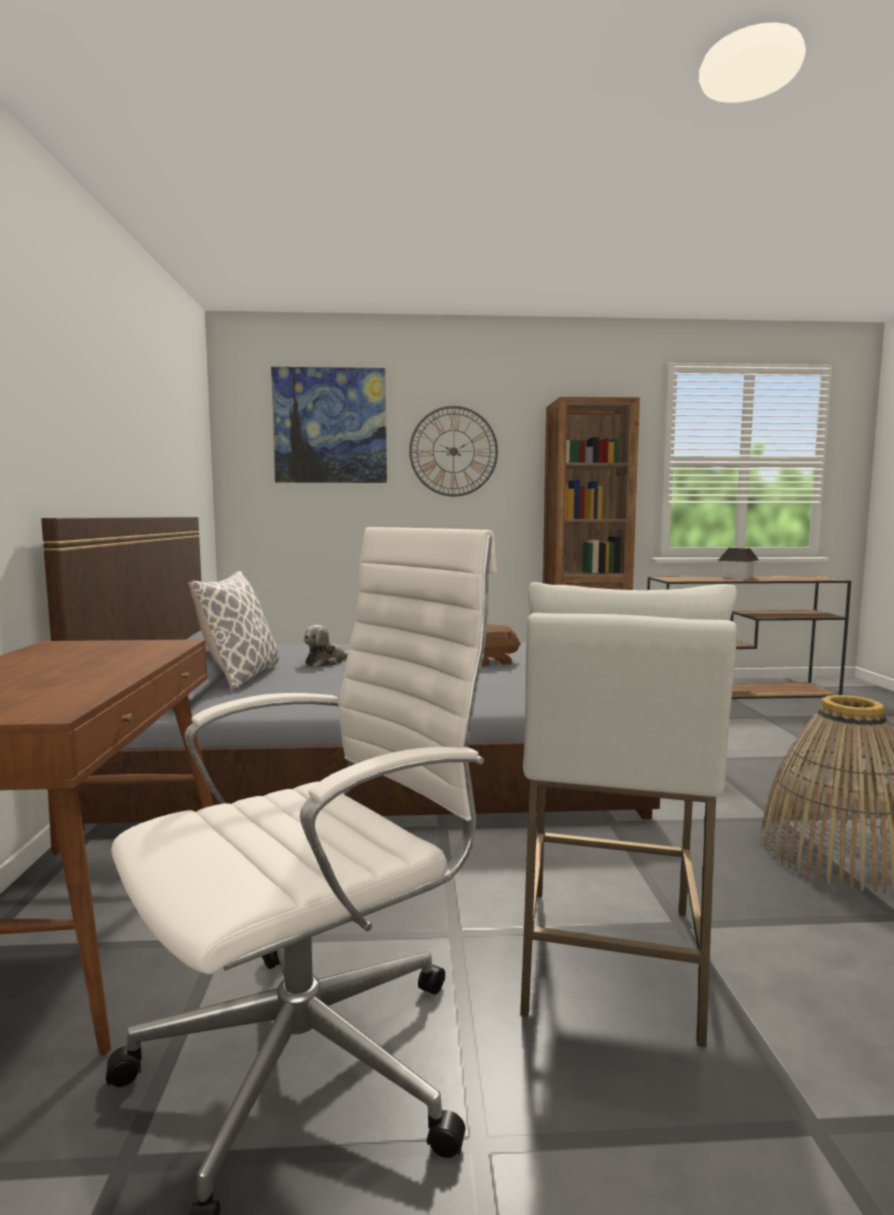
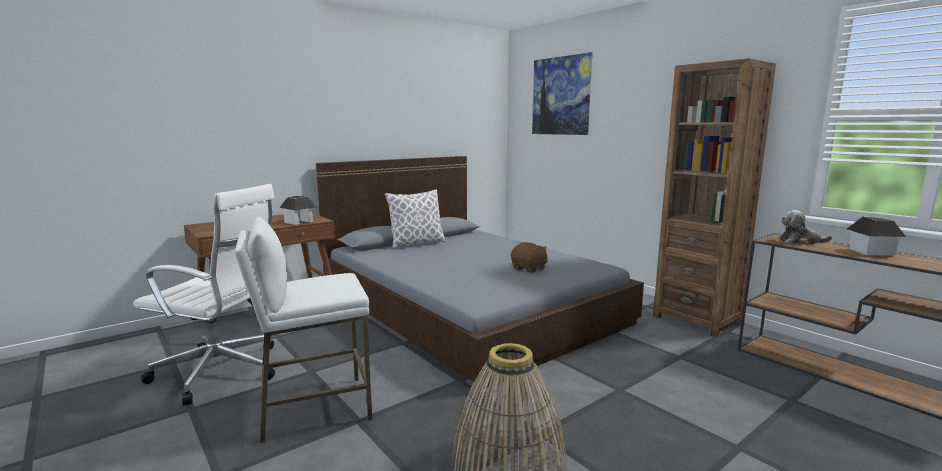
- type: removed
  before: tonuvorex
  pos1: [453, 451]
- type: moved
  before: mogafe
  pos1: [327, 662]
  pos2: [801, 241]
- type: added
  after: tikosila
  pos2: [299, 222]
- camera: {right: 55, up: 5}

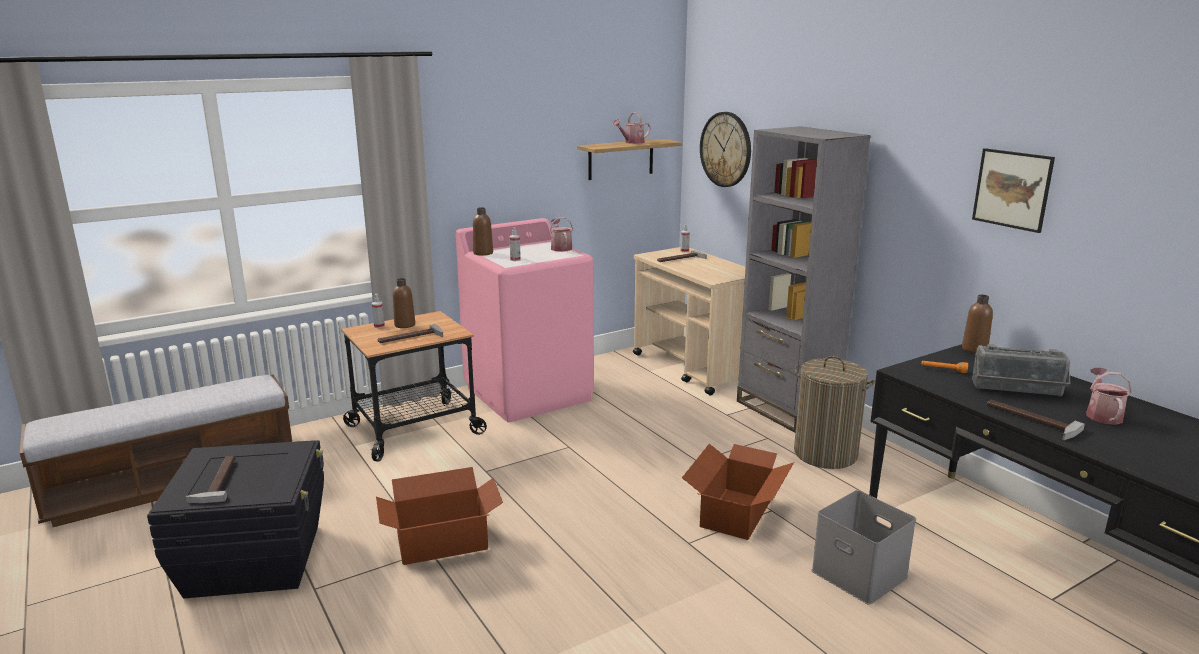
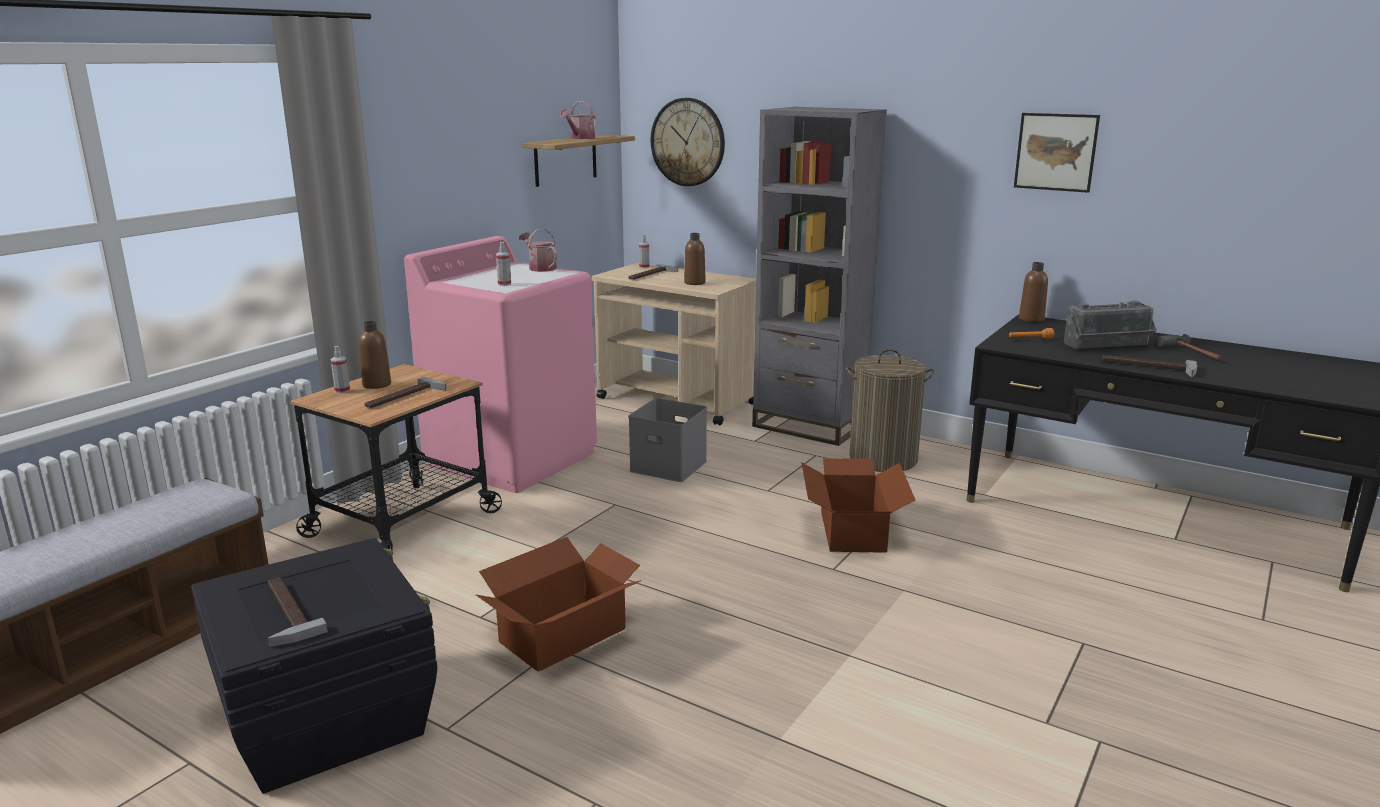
- type: moved
  before: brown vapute
  pos1: [483, 253]
  pos2: [694, 283]
- type: replaced
  before: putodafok
  after: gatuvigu
  pos1: [1102, 414]
  pos2: [1192, 354]
- type: moved
  before: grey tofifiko
  pos1: [856, 574]
  pos2: [666, 466]
- camera: {right: -25, up: 0}

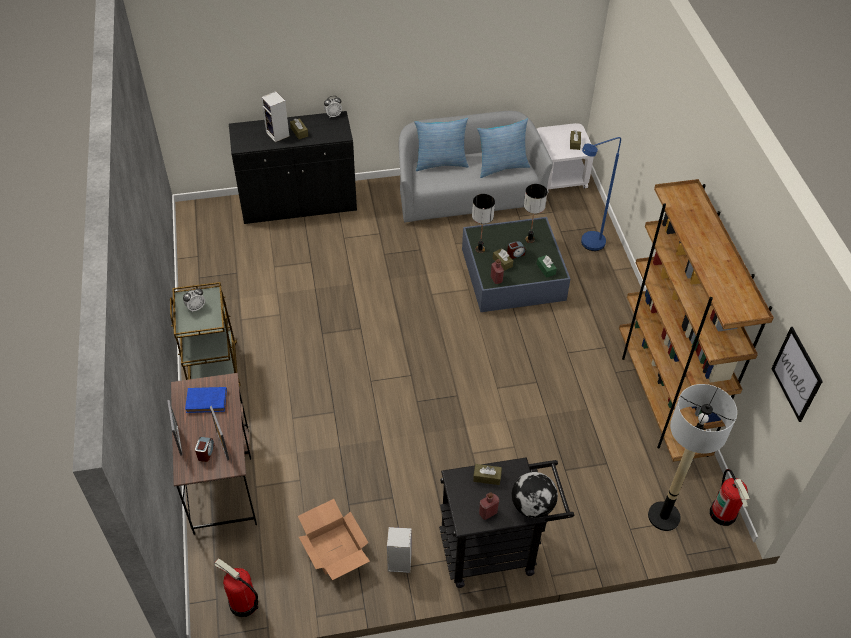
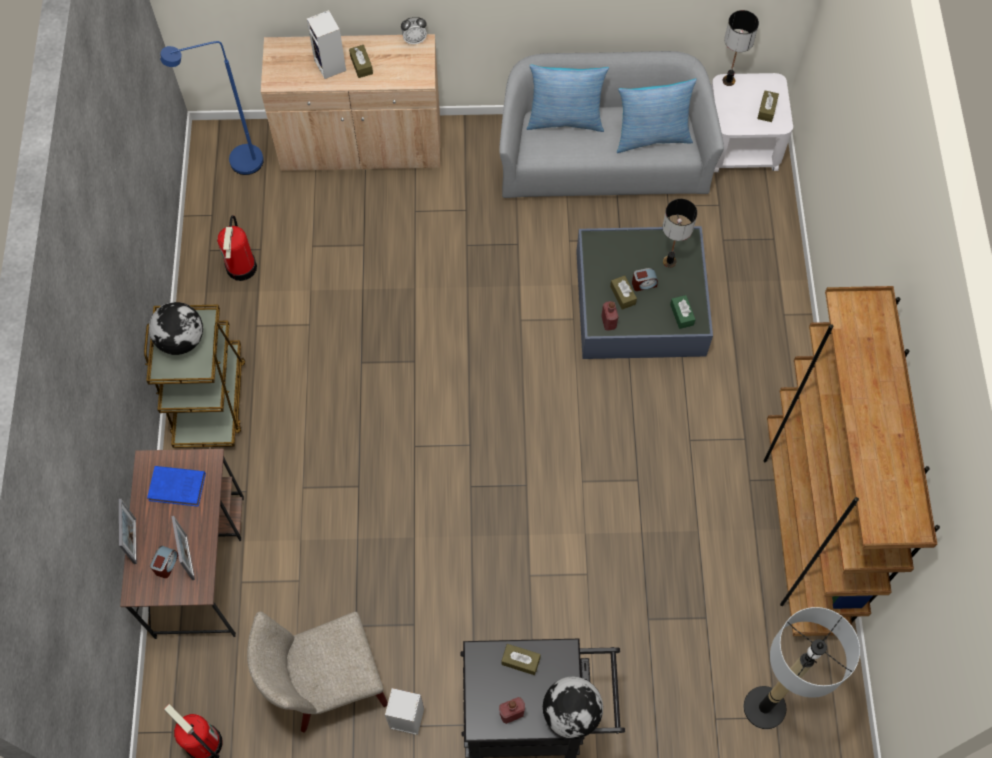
- type: recoloured
  before: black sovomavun
  after: beige sovomavun
  pos1: [298, 204]
  pos2: [361, 145]
- type: moved
  before: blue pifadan
  pos1: [587, 245]
  pos2: [237, 164]
- type: moved
  before: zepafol
  pos1: [480, 249]
  pos2: [728, 81]
- type: replaced
  before: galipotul
  after: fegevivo
  pos1: [196, 307]
  pos2: [181, 339]
- type: removed
  before: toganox
  pos1: [796, 374]
- type: moved
  before: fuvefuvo
  pos1: [723, 514]
  pos2: [242, 267]
- type: replaced
  before: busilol
  after: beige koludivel
  pos1: [333, 548]
  pos2: [326, 685]
- camera: {right: 10, up: 15}

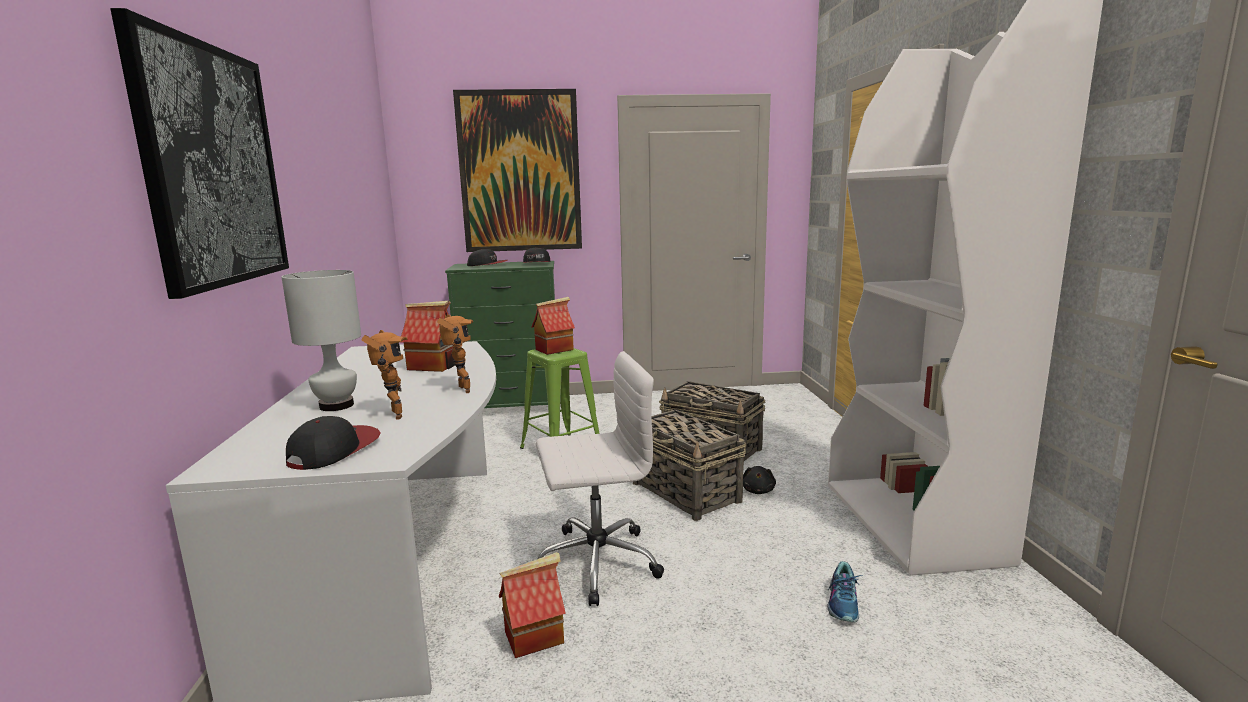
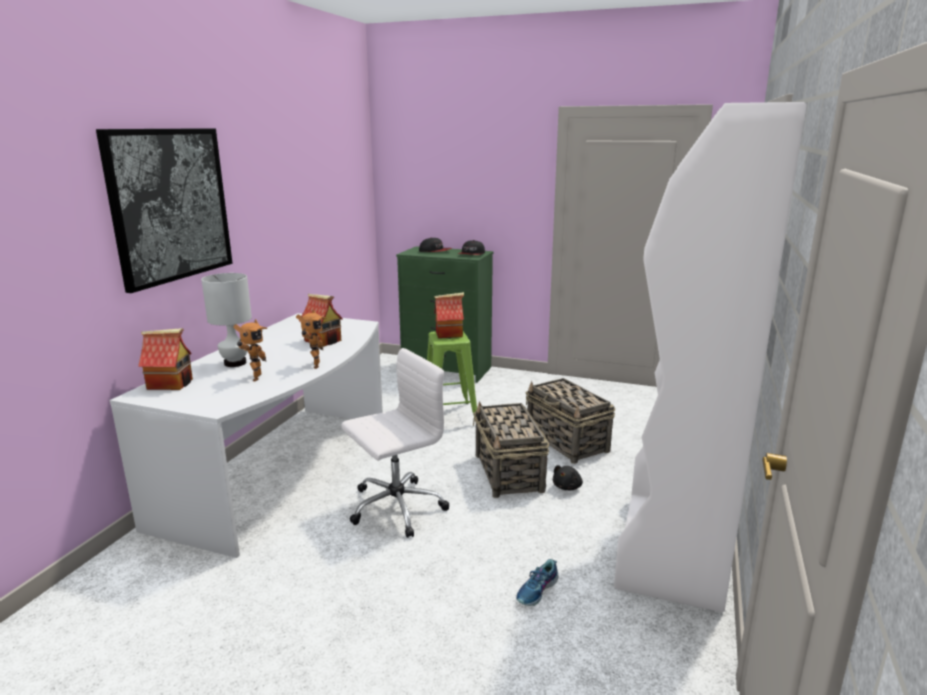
- type: removed
  before: toganox
  pos1: [520, 172]
- type: turned
  before: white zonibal
  pos1: [595, 562]
  pos2: [395, 508]
  turn: -45
- type: removed
  before: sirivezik
  pos1: [334, 450]
- type: moved
  before: tikosila
  pos1: [535, 636]
  pos2: [171, 383]
- camera: {right: 25, up: 5}

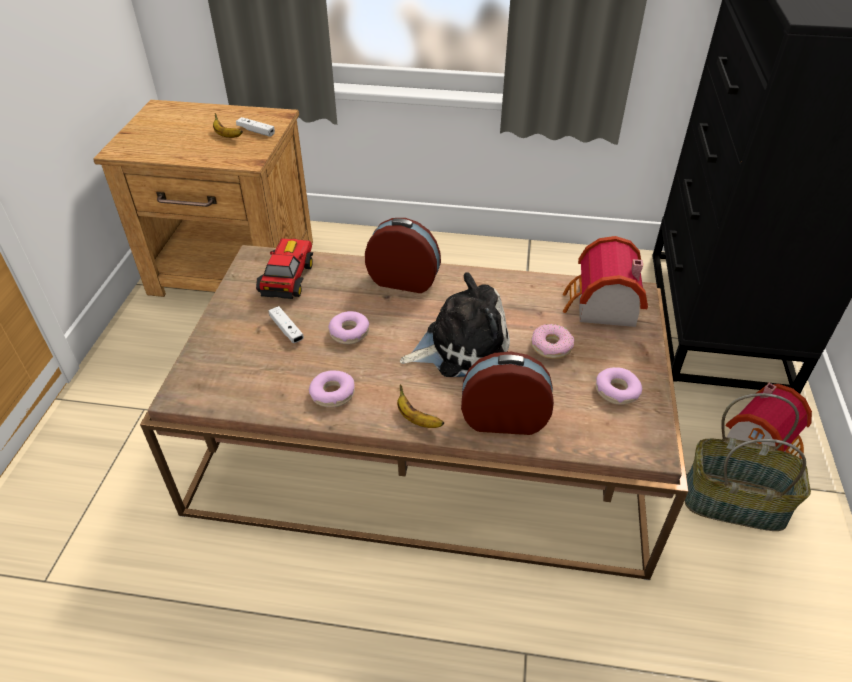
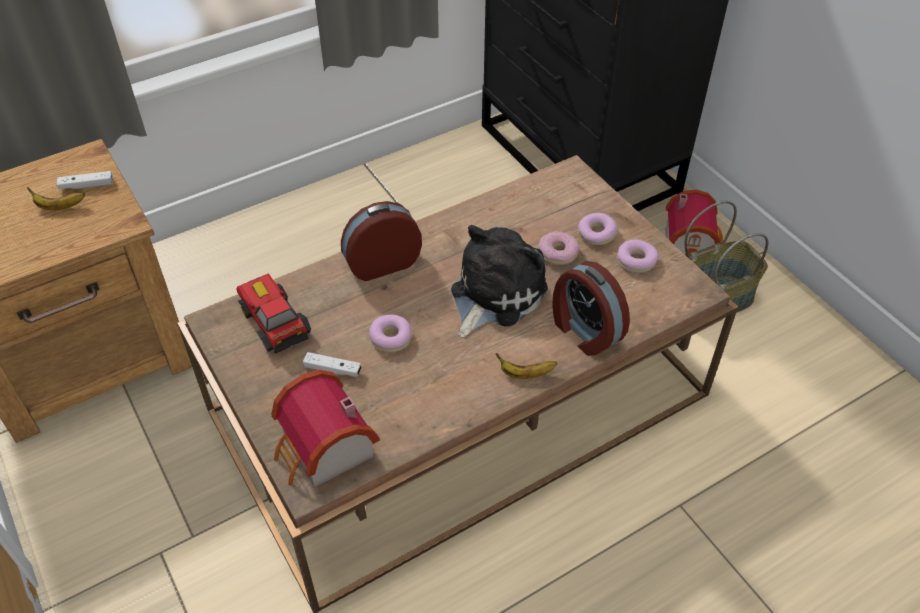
- type: moved
  before: tikosila
  pos1: [601, 307]
  pos2: [324, 452]
- type: turned
  before: galipotul
  pos1: [504, 418]
  pos2: [584, 331]
  turn: -90
- type: moved
  before: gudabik
  pos1: [332, 394]
  pos2: [596, 234]
- camera: {right: -40, up: 5}

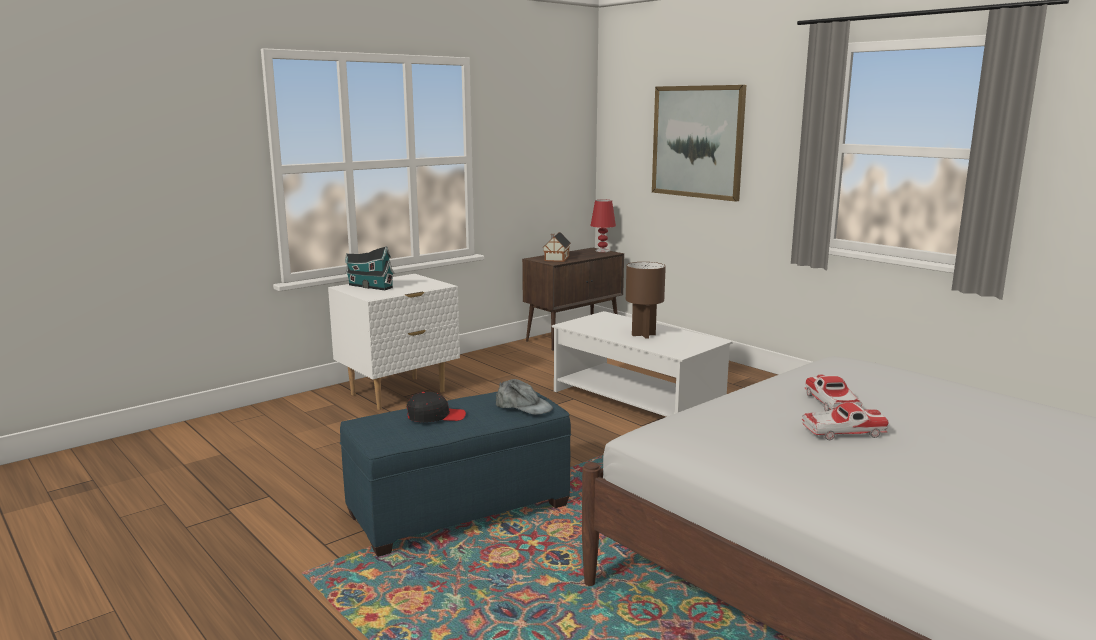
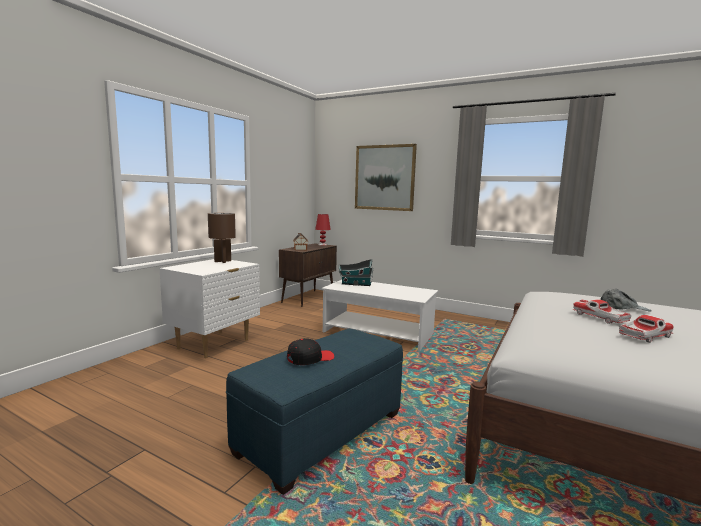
- type: moved
  before: tikosila
  pos1: [369, 286]
  pos2: [355, 284]
- type: moved
  before: brown zepafol
  pos1: [644, 335]
  pos2: [223, 261]
- type: moved
  before: grey sirivezik
  pos1: [523, 406]
  pos2: [623, 308]
- camera: {right: -20, up: -5}

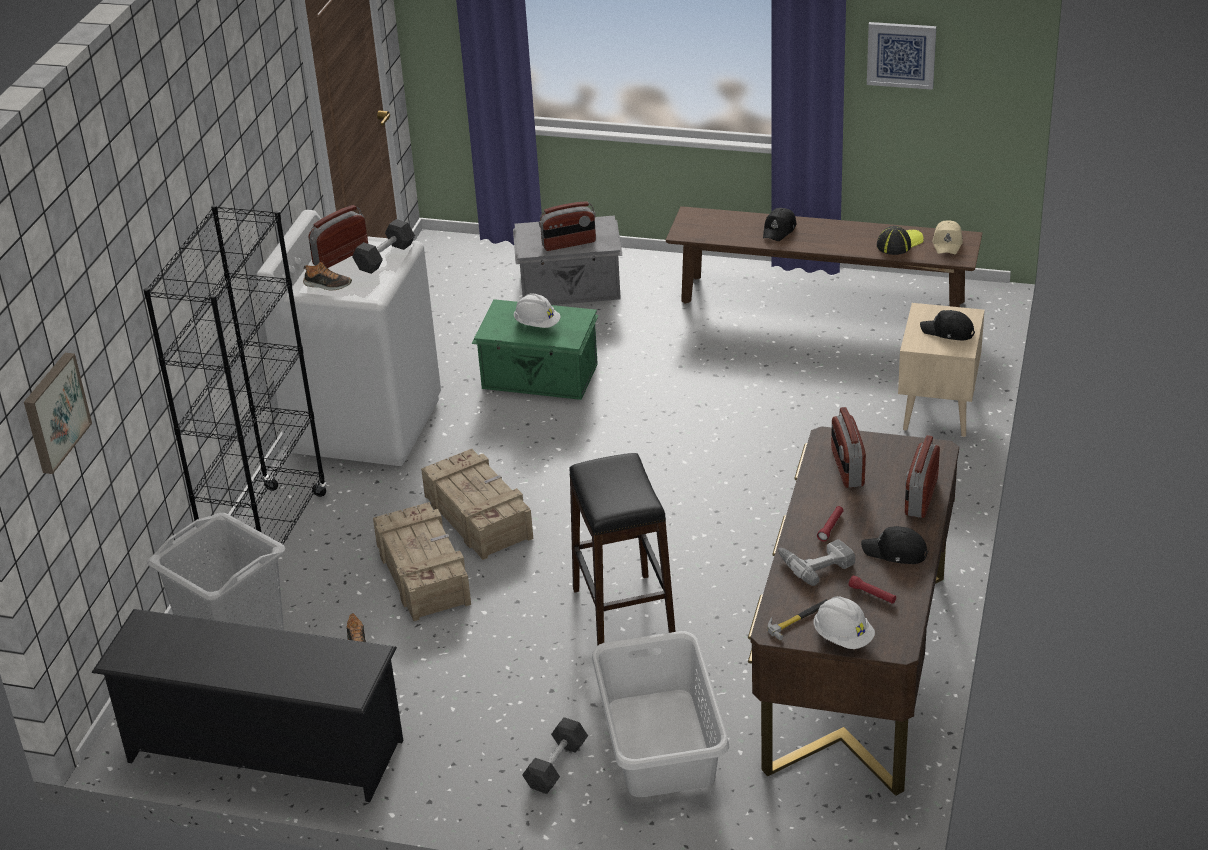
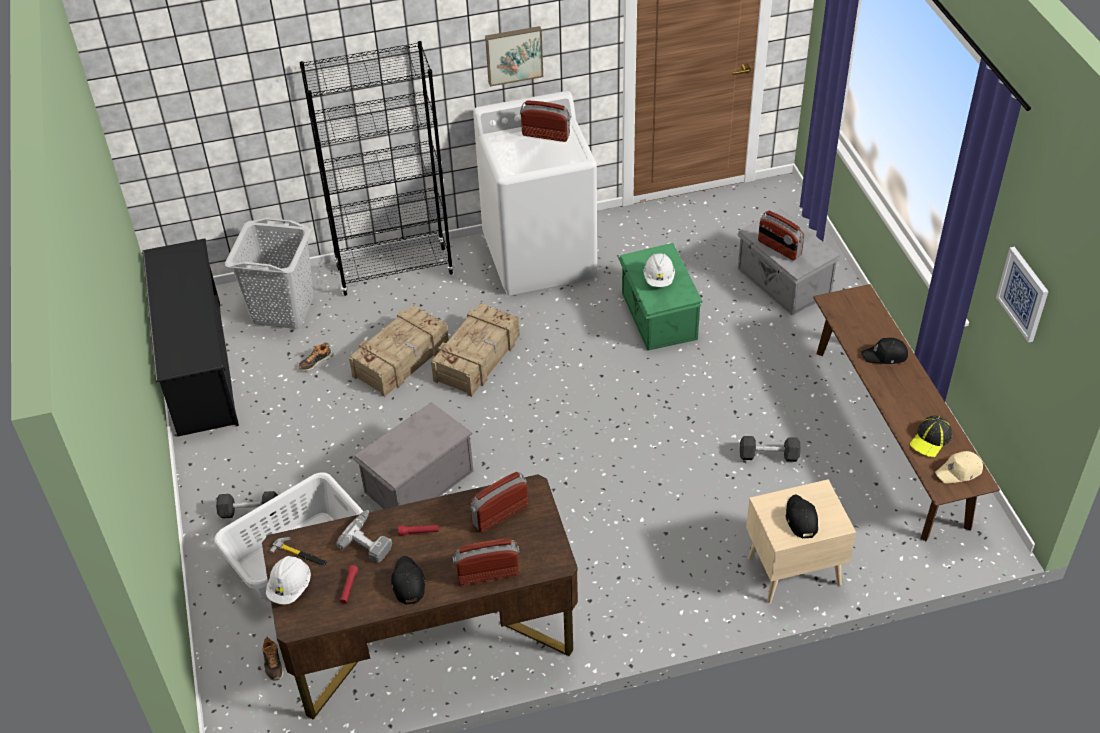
- type: moved
  before: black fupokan
  pos1: [385, 257]
  pos2: [769, 455]
- type: turned
  before: sirivezik
  pos1: [899, 243]
  pos2: [930, 439]
  turn: 105
- type: moved
  before: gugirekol
  pos1: [327, 285]
  pos2: [273, 663]
- type: moved
  before: toganox
  pos1: [54, 412]
  pos2: [513, 54]
- type: replaced
  before: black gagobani
  after: grey tofifiko
  pos1: [624, 615]
  pos2: [417, 481]
- camera: {right: 60, up: 10}

